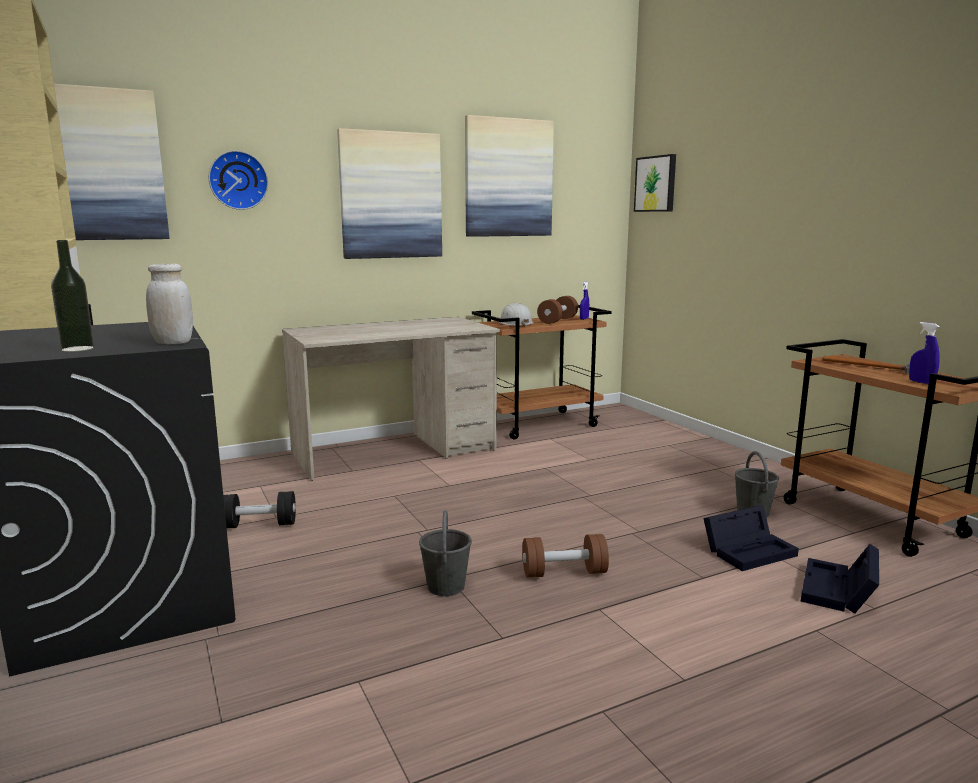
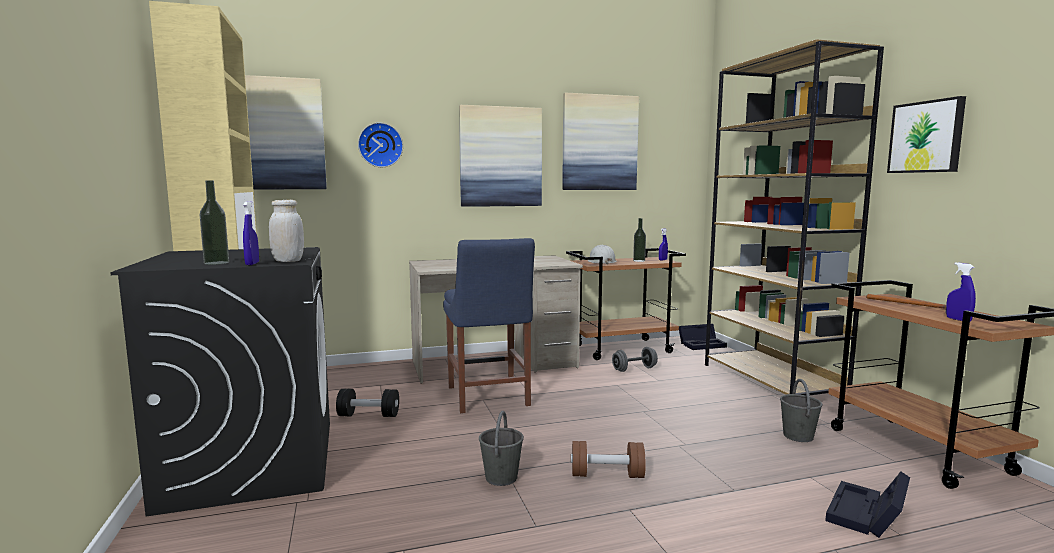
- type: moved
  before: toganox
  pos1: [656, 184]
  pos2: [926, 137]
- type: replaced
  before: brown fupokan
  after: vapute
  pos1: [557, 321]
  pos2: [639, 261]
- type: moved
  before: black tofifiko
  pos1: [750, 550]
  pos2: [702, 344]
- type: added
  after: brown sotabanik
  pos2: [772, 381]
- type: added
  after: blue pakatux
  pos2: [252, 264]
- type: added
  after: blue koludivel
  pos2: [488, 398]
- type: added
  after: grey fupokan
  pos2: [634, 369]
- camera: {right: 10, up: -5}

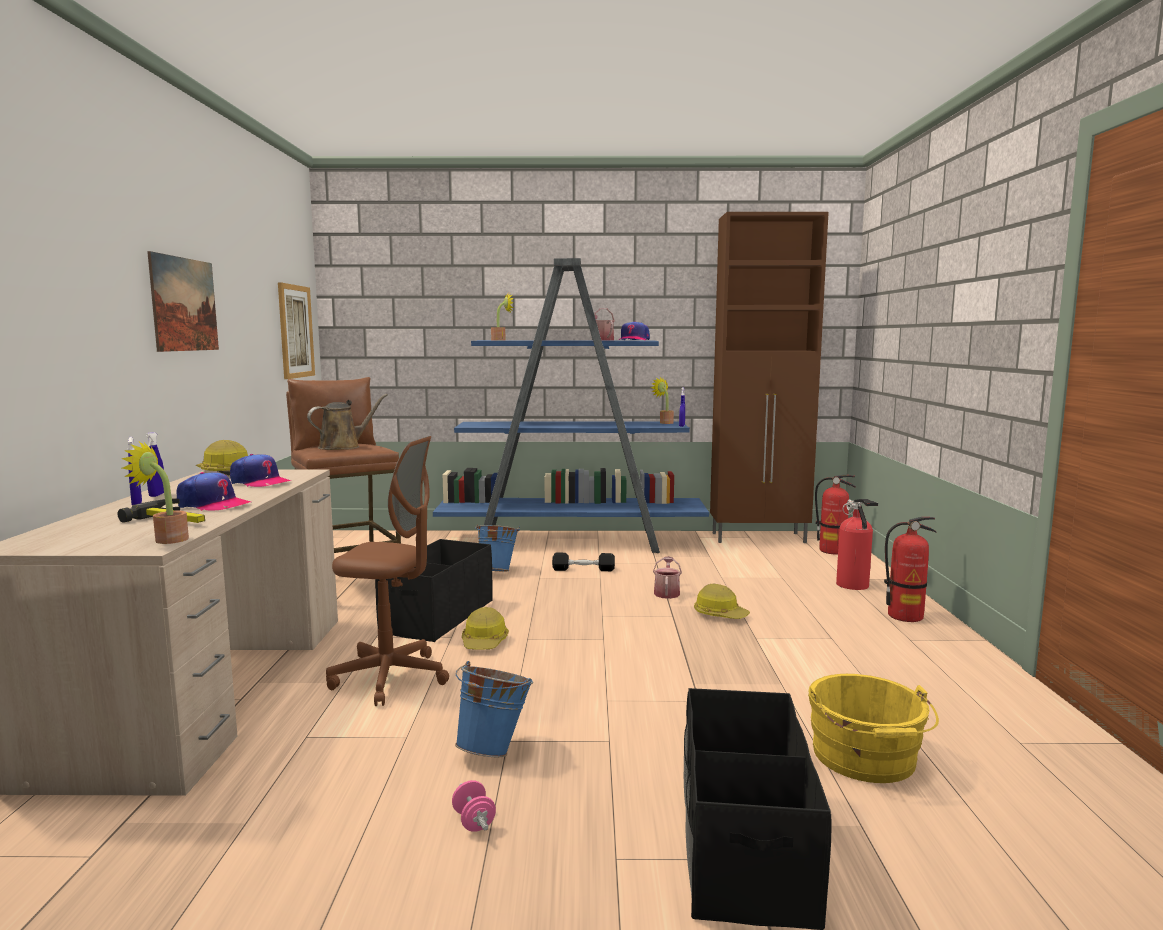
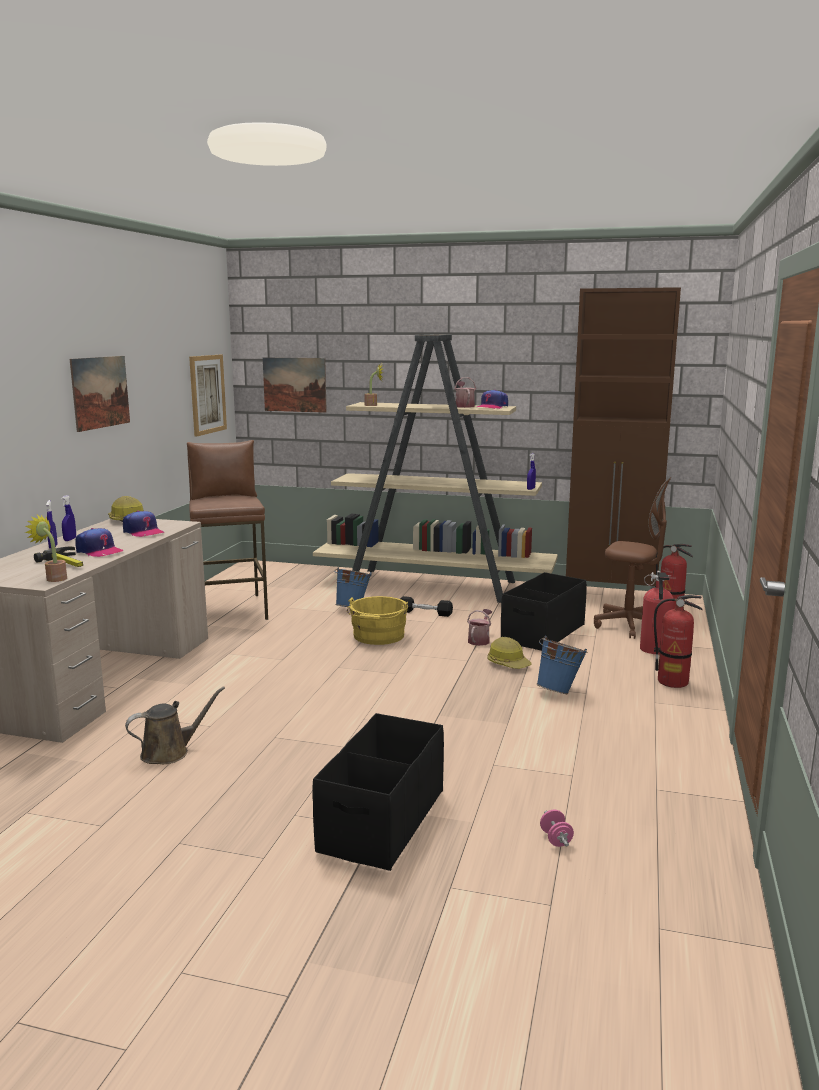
- type: recoloured
  before: blue sotabanik
  after: beige sotabanik
  pos1: [572, 542]
  pos2: [435, 586]
- type: removed
  before: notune
  pos1: [664, 422]
- type: moved
  before: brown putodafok
  pos1: [343, 447]
  pos2: [170, 752]
- type: moved
  before: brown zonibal
  pos1: [390, 678]
  pos2: [629, 626]
- type: moved
  before: black tofifiko
  pos1: [437, 616]
  pos2: [542, 633]
- type: removed
  before: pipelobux
  pos1: [485, 642]
- type: moved
  before: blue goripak
  pos1: [494, 749]
  pos2: [560, 691]
- type: moved
  before: yellow goripak
  pos1: [866, 759]
  pos2: [378, 637]
- type: moved
  before: pink fupokan
  pos1: [474, 821]
  pos2: [556, 839]
- type: added
  after: toganox
  pos2: [294, 384]
- camera: {right: 15, up: 5}

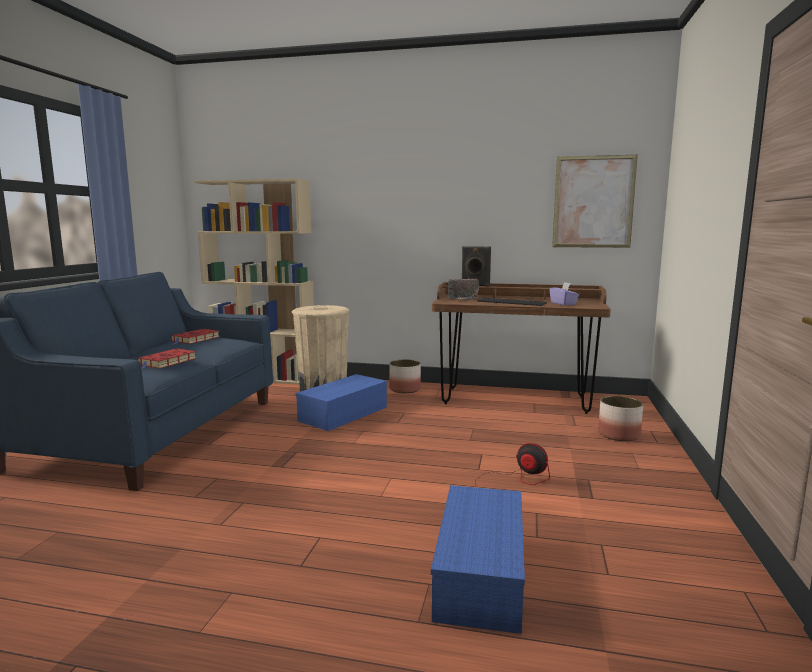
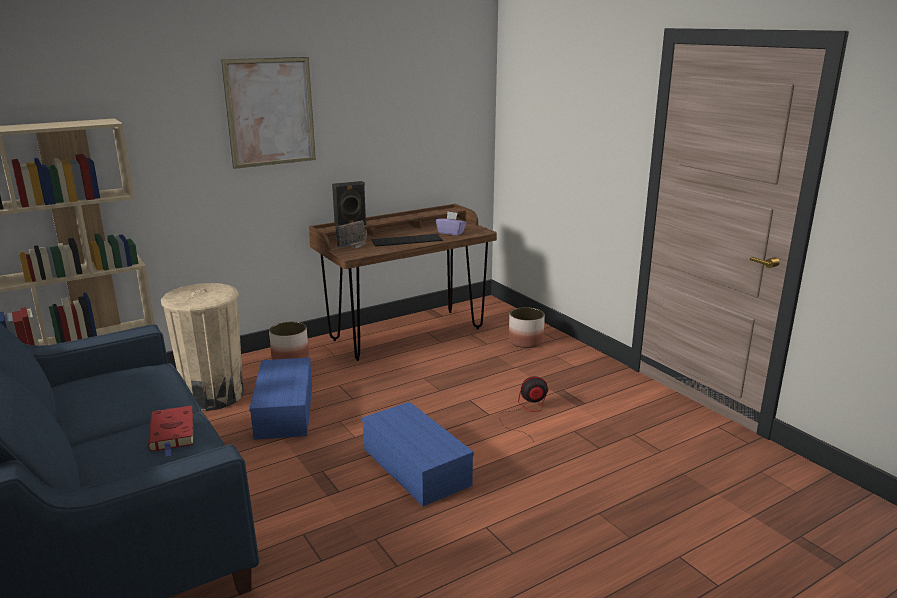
- type: moved
  before: toganox
  pos1: [593, 202]
  pos2: [270, 112]
- type: removed
  before: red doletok
  pos1: [195, 339]
- type: moved
  before: blue tofifiko
  pos1: [482, 574]
  pos2: [418, 467]
- camera: {right: -45, up: 10}

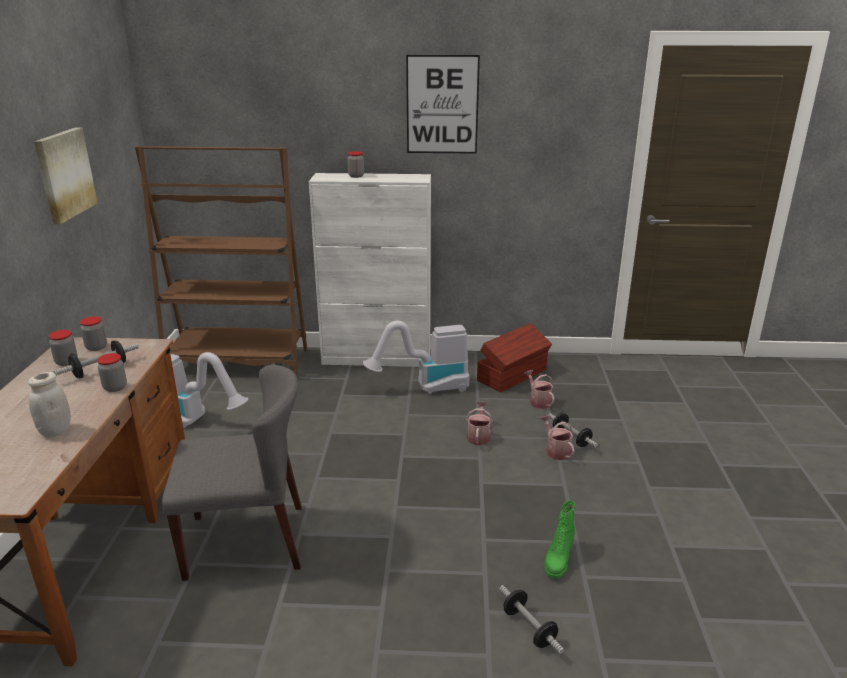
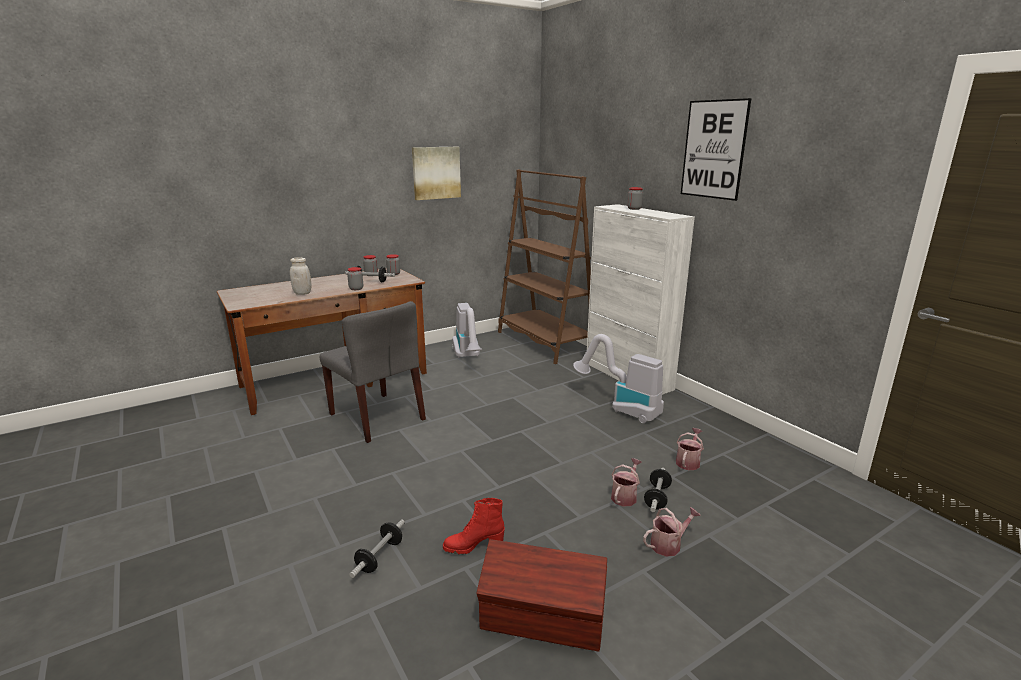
- type: moved
  before: brown tofifiko
  pos1: [513, 375]
  pos2: [543, 619]
- type: moved
  before: putodafok
  pos1: [478, 436]
  pos2: [669, 544]
- type: recoloured
  before: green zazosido
  after: red zazosido
  pos1: [558, 559]
  pos2: [473, 546]
- camera: {right: 55, up: -5}

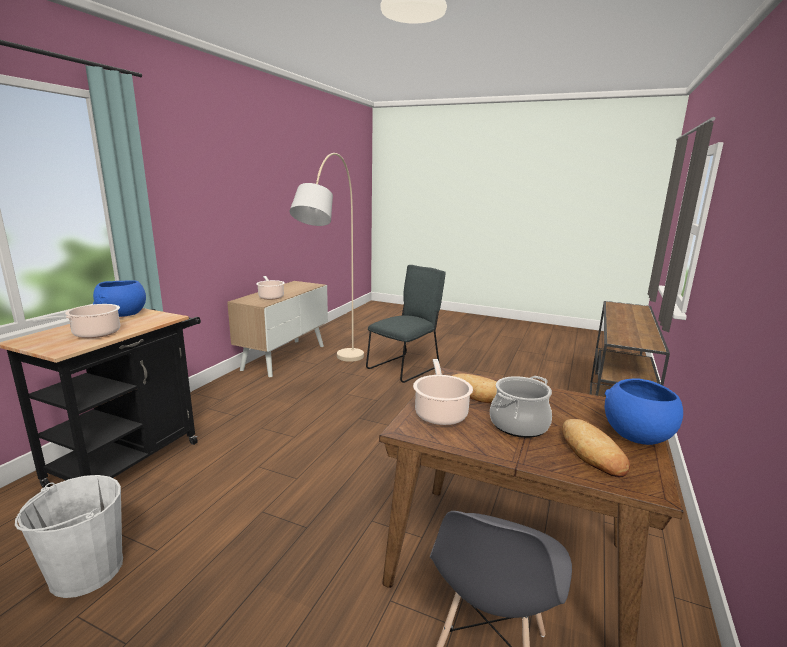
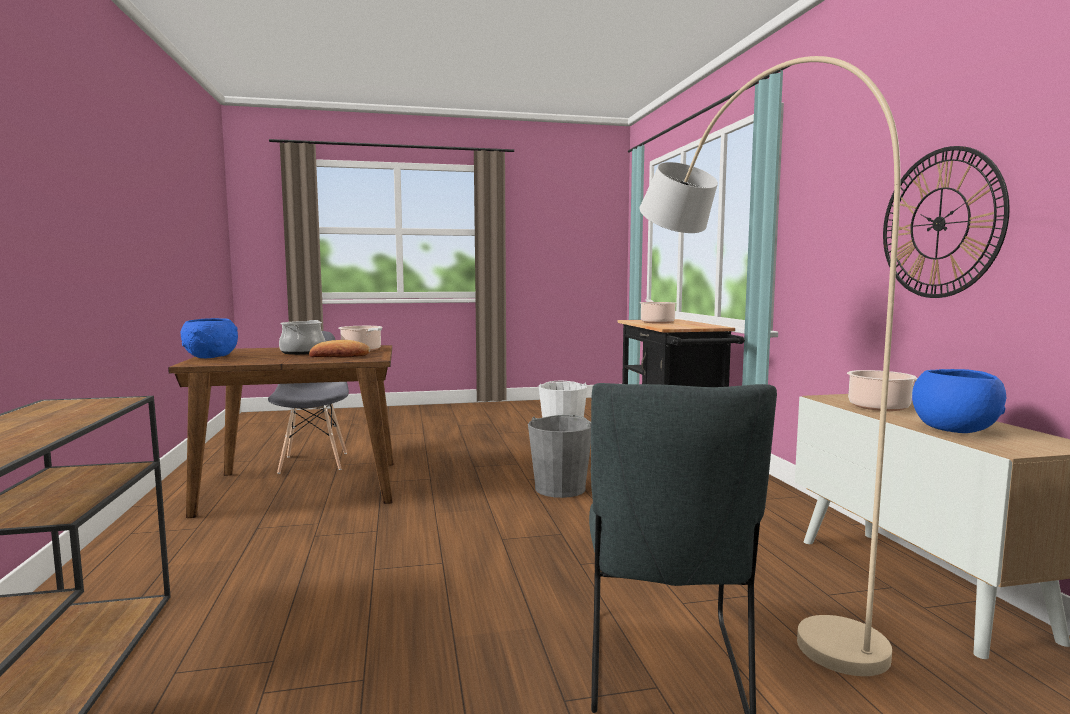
- type: moved
  before: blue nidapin
  pos1: [122, 315]
  pos2: [953, 429]
- type: removed
  before: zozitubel
  pos1: [592, 452]
- type: added
  after: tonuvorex
  pos2: [939, 223]
- type: added
  after: grey goripak
  pos2: [560, 488]
- camera: {right: 145, up: -10}

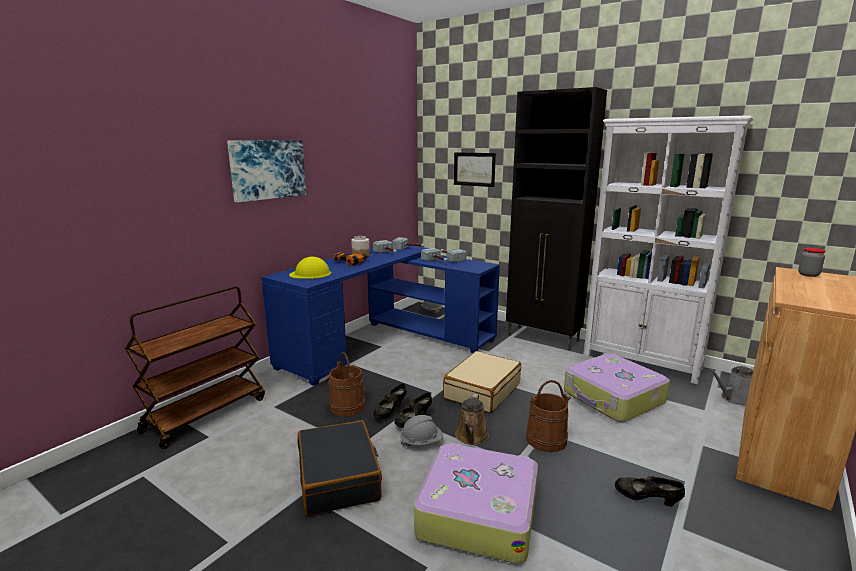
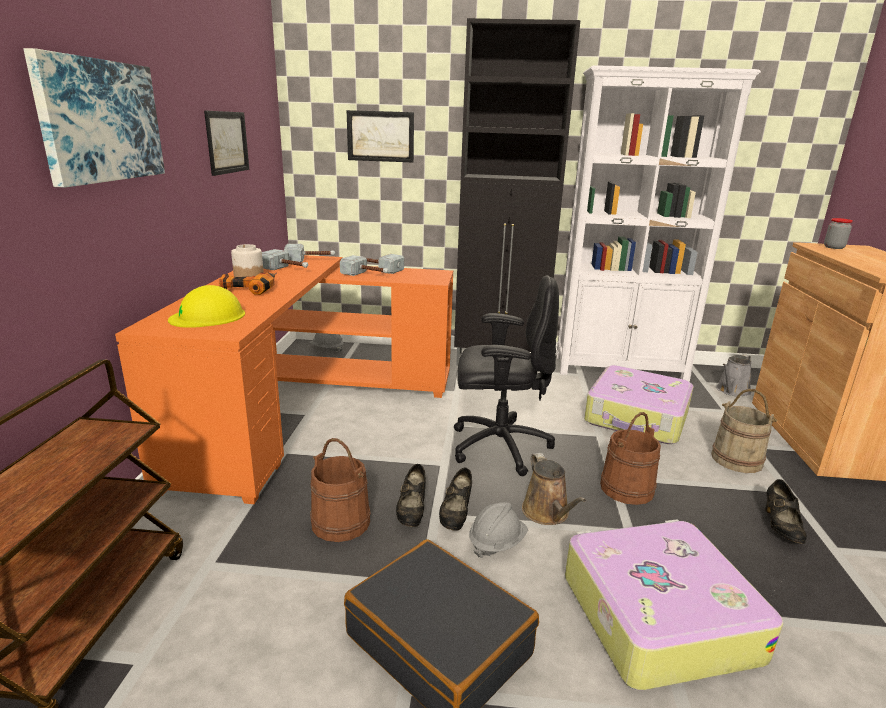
- type: recoloured
  before: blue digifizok
  after: orange digifizok
  pos1: [385, 342]
  pos2: [305, 407]
- type: replaced
  before: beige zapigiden
  after: black zonibal
  pos1: [482, 391]
  pos2: [498, 446]
- type: turned
  before: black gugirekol
  pos1: [646, 499]
  pos2: [780, 527]
  turn: -75
- type: added
  after: toganox
  pos2: [227, 142]
- type: added
  after: beige goripak
  pos2: [737, 459]
- camera: {right: -30, up: 5}

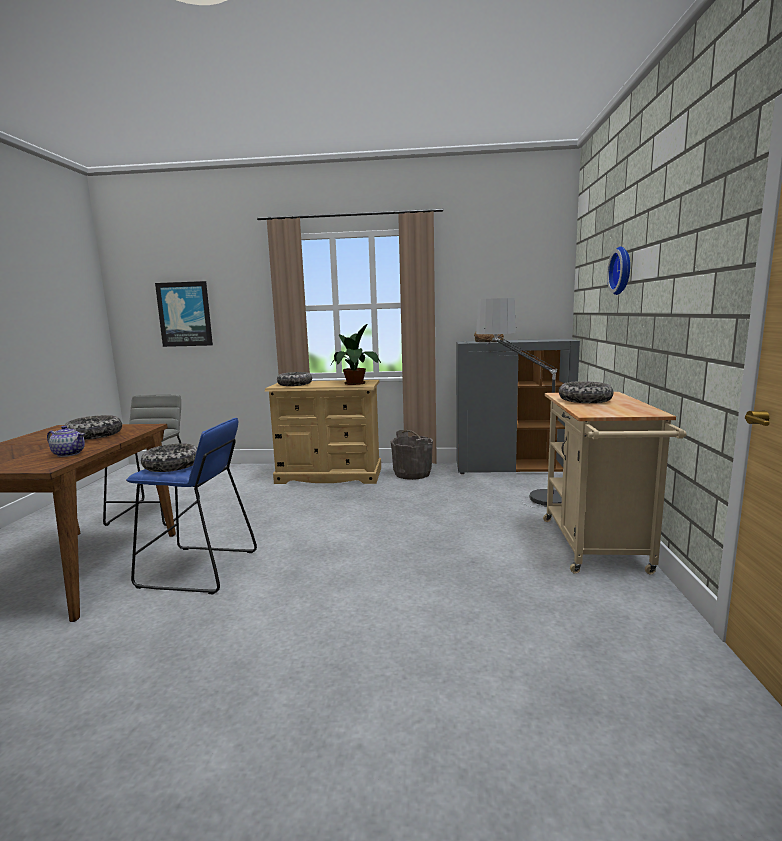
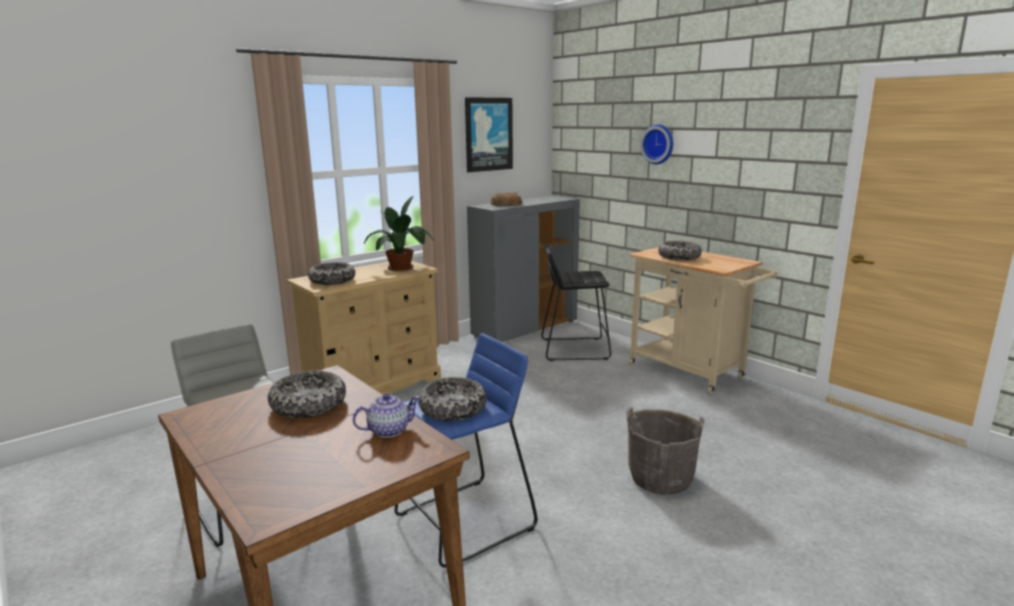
- type: moved
  before: toganox
  pos1: [185, 314]
  pos2: [488, 134]
- type: replaced
  before: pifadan
  after: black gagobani
  pos1: [520, 494]
  pos2: [574, 349]
- type: moved
  before: grey goripak
  pos1: [412, 474]
  pos2: [660, 477]
- camera: {right: -45, up: 5}

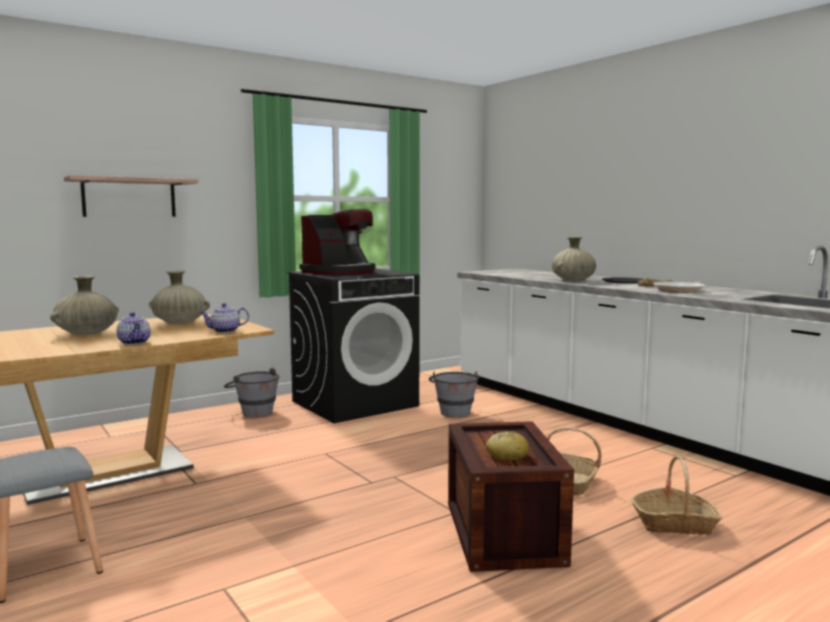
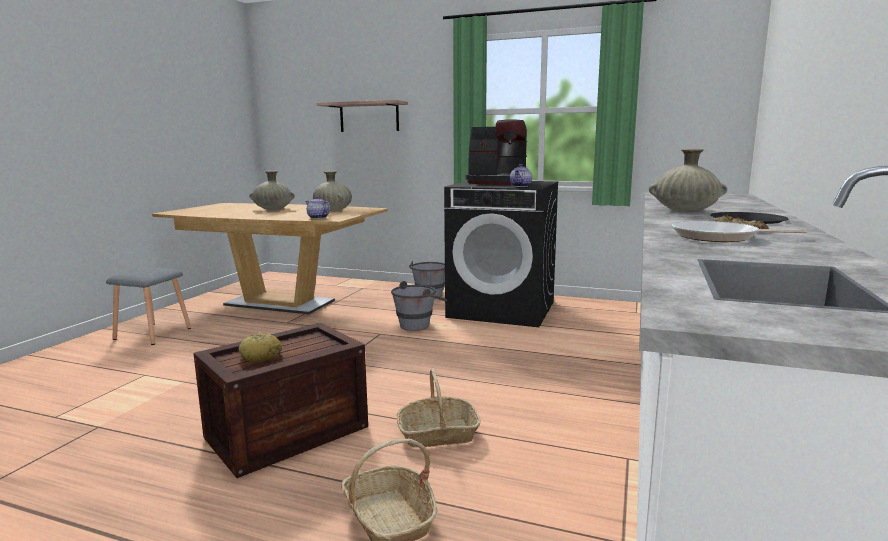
- type: moved
  before: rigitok
  pos1: [135, 342]
  pos2: [521, 186]
- type: moved
  before: grey goripak
  pos1: [454, 411]
  pos2: [419, 324]
- camera: {right: 55, up: 5}

